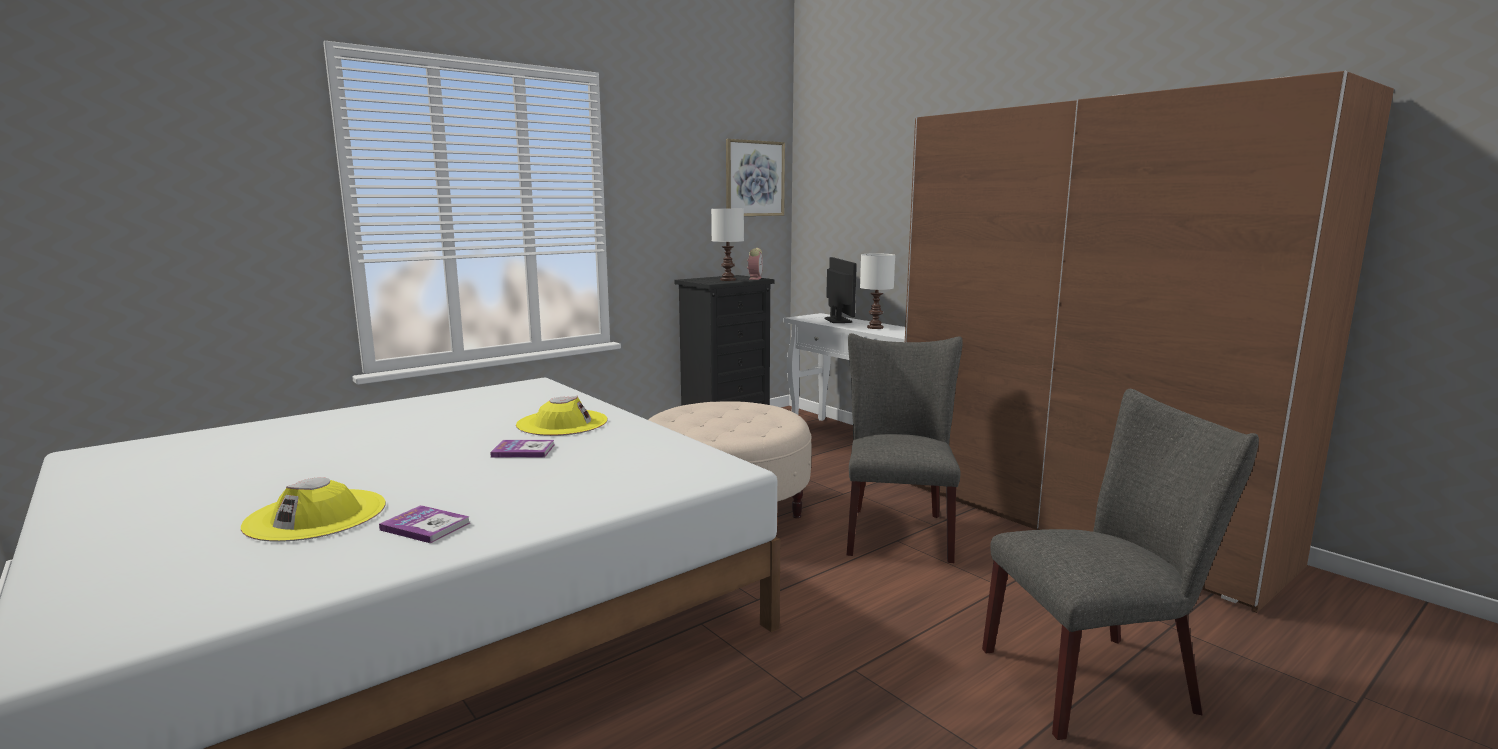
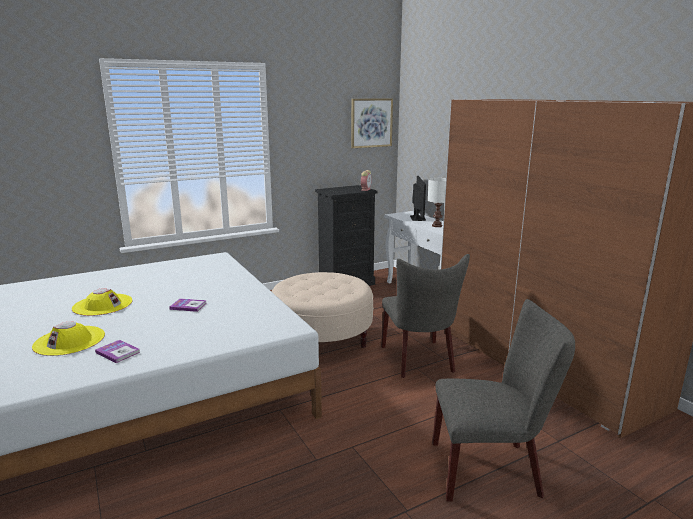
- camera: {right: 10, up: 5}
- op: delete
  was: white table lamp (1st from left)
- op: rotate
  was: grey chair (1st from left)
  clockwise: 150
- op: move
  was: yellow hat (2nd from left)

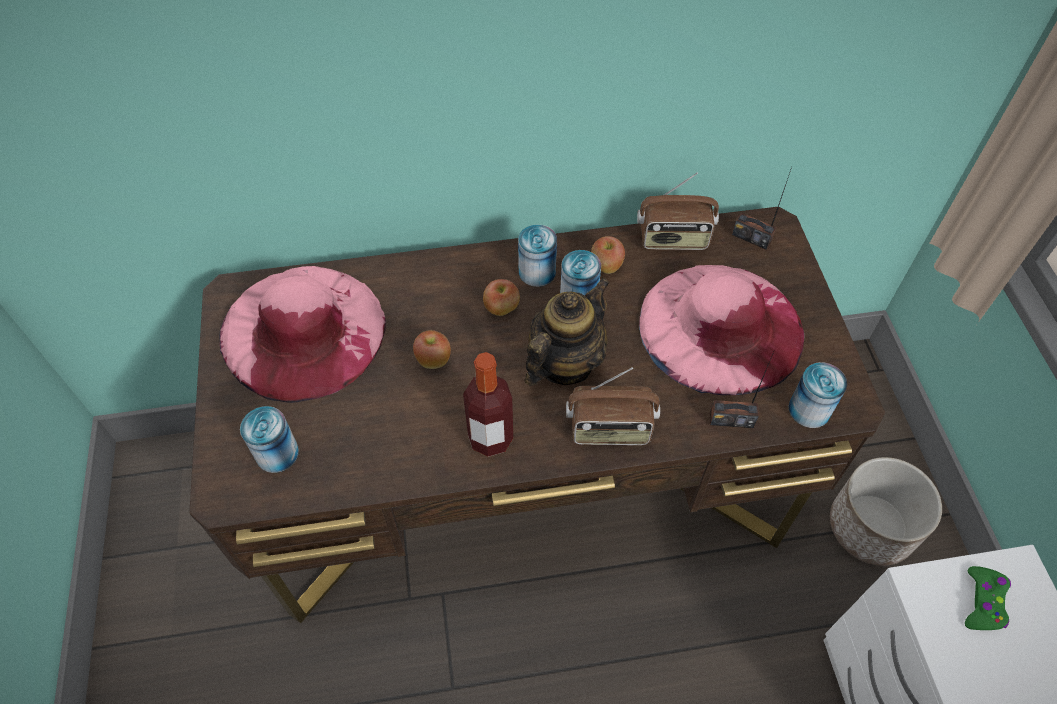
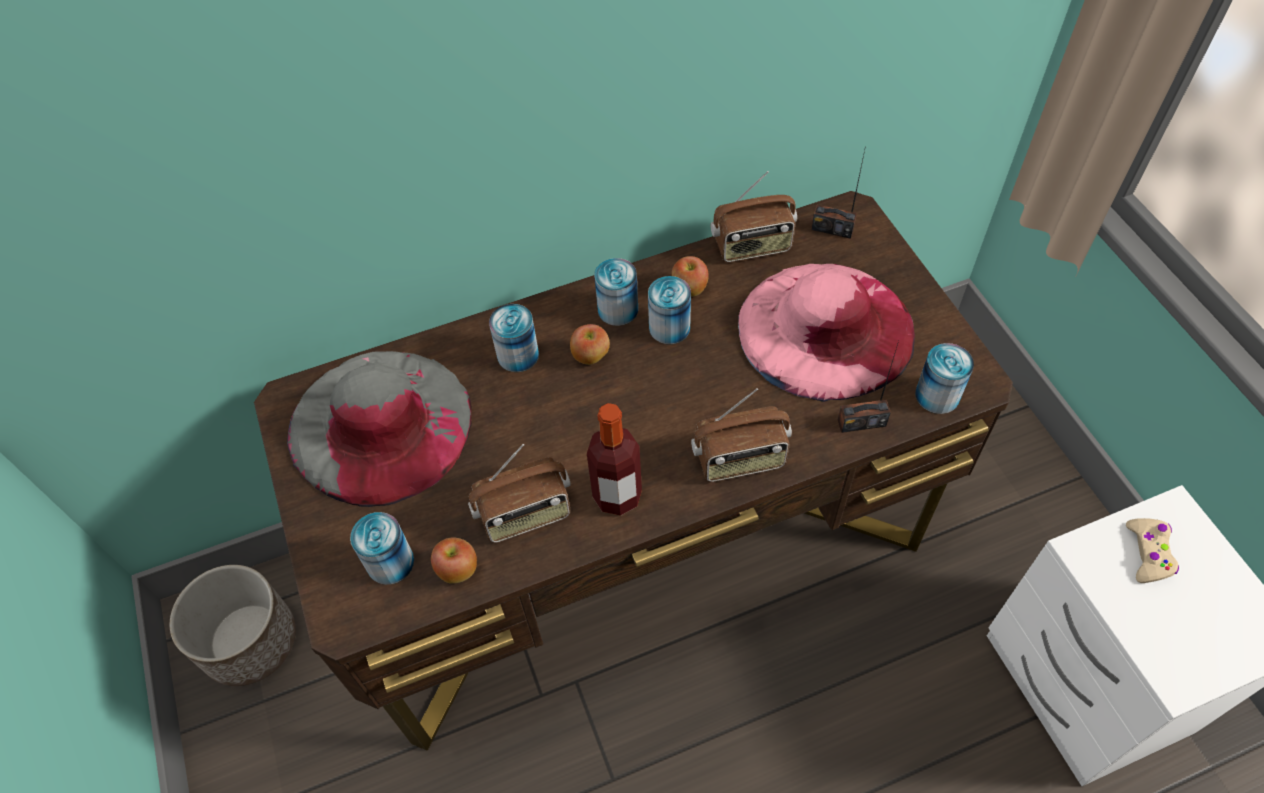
- camera: {right: -10, up: 0}
- op: recolor
  was: pink hat (1st from left)
  now: grey hat
- op: delete
  was: teapot
- op: move
  was: apple (1st from left)
- op: move
  was: planter
- op: recolor
  was: green game controller
  now: beige game controller
- op: insert
  now: can (2nd from left)
- op: insert
  now: radio (1st from left)

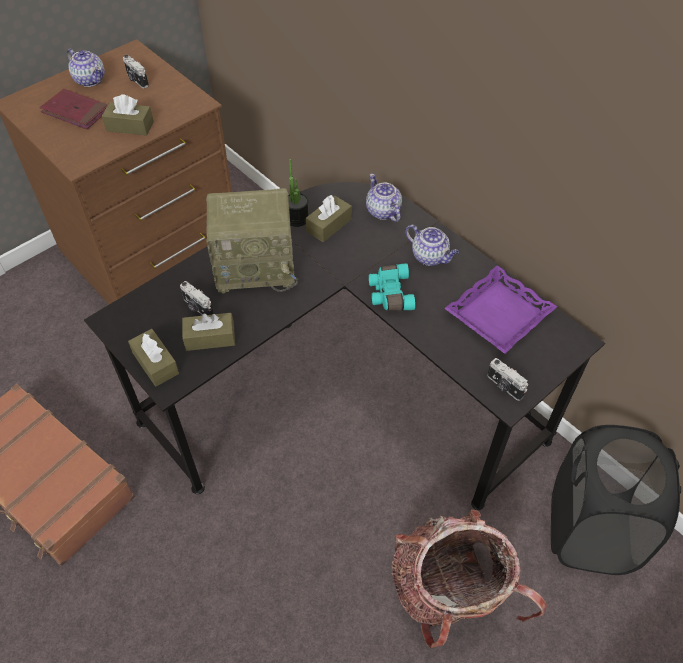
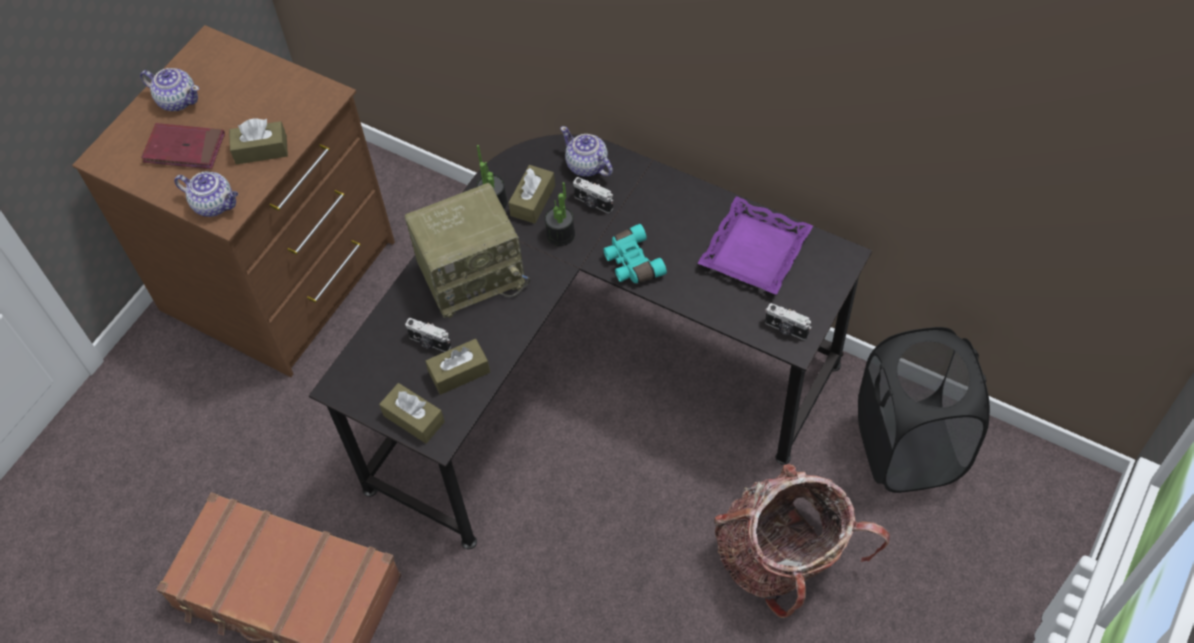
- camera: {right: -15, up: 5}
- op: move
  was: photo camera (1st from left in the first image)
  now: photo camera (2nd from left)
- op: move
  was: teapot (3rd from left in the first image)
  now: teapot (2nd from left)
- op: insert
  now: potted plant (2nd from left)

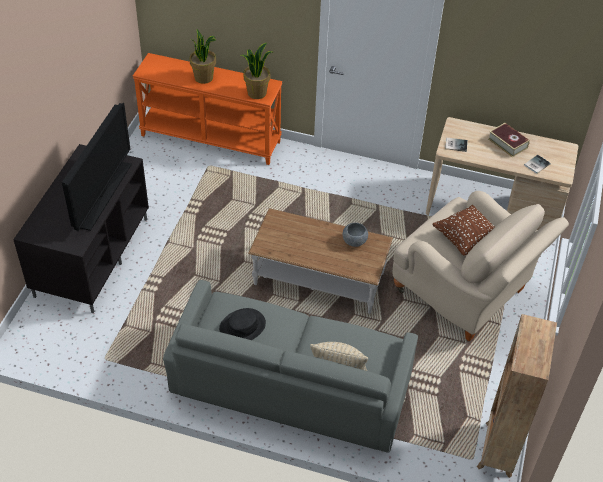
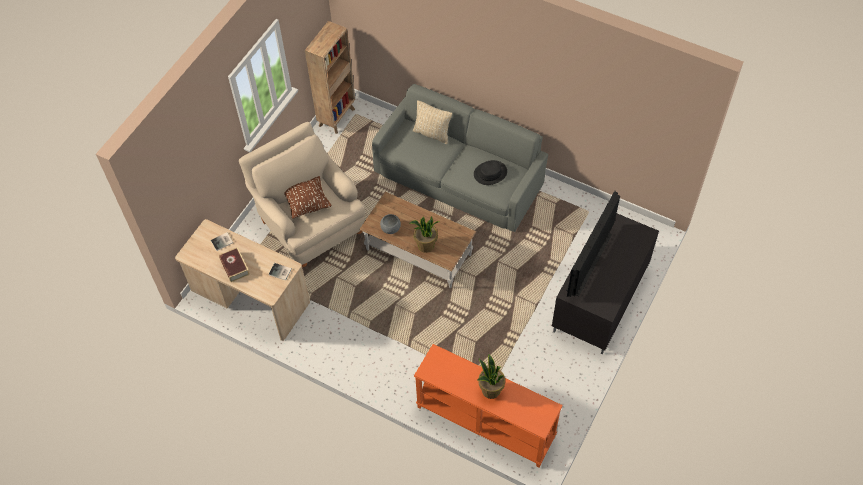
- camera: {right: -165, up: 10}
- op: move
  was: potted plant (2nd from left in the first image)
  now: potted plant (1st from left)

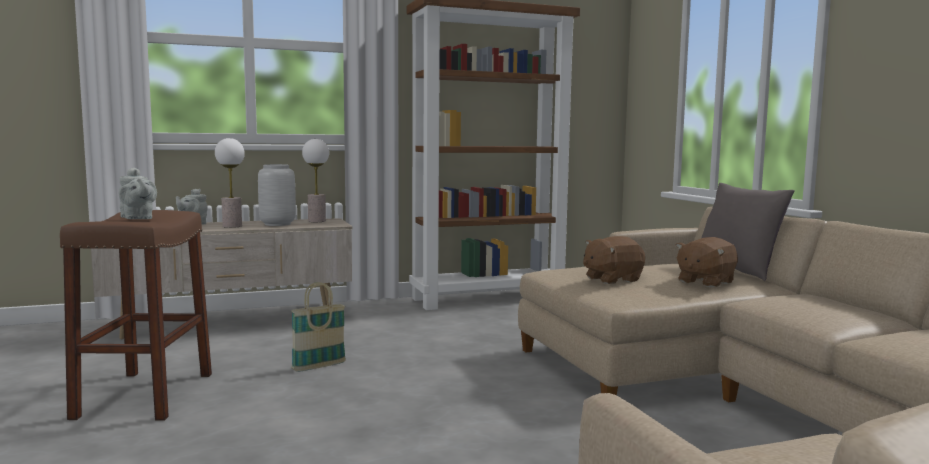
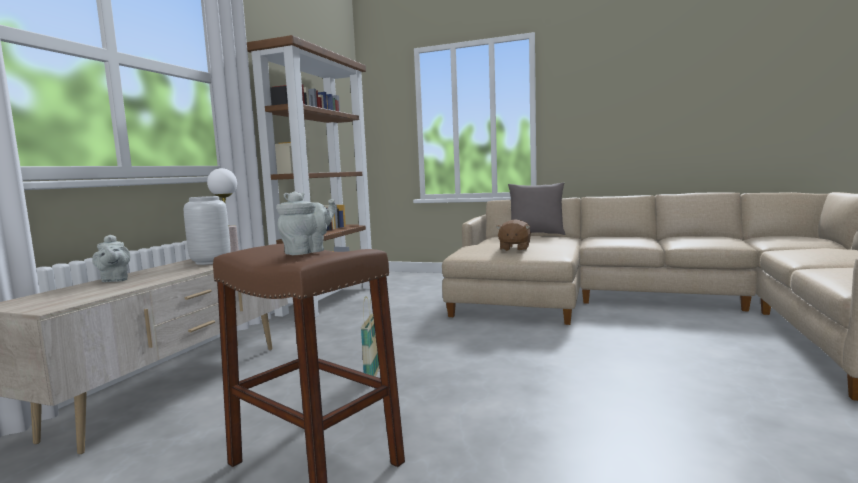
- camera: {right: -50, up: 0}
- op: delete
  was: table lamp (1st from left)
- op: rotate
  was: grey teapot (1st from left in the first image)
  clockwise: -45
- op: delete
  was: brown plush toy (2nd from left)

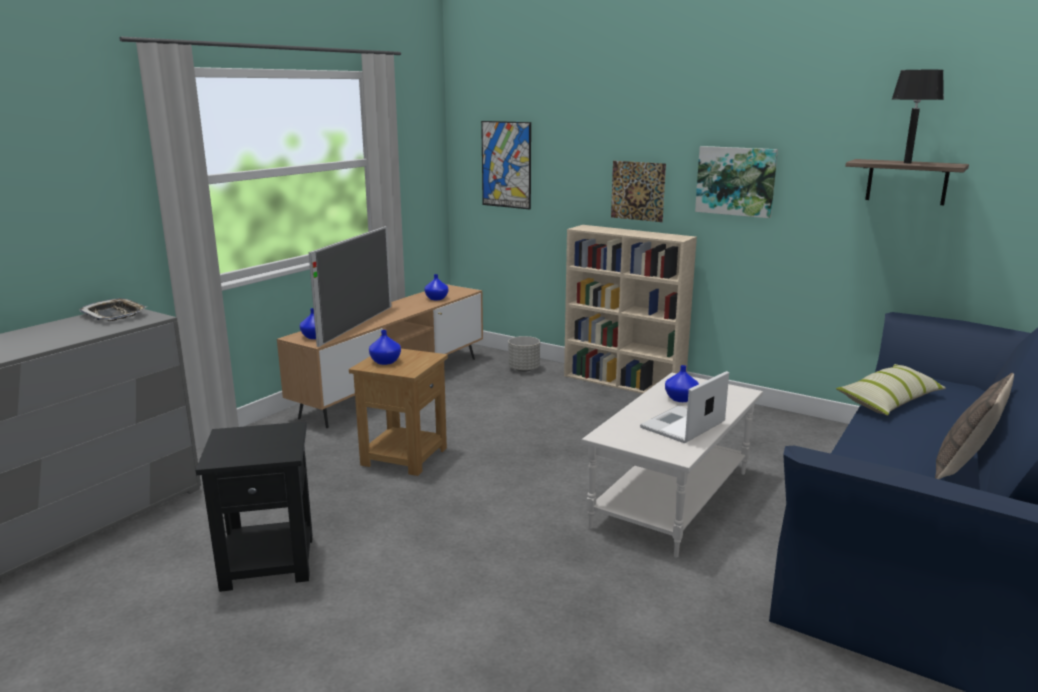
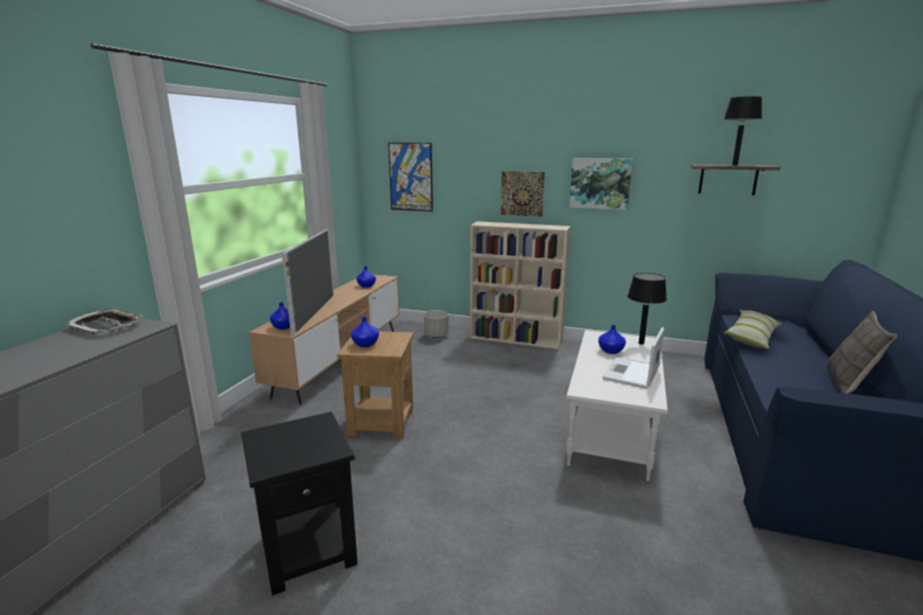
- camera: {right: -15, up: 0}
- op: insert
  now: black table lamp (1st from left)

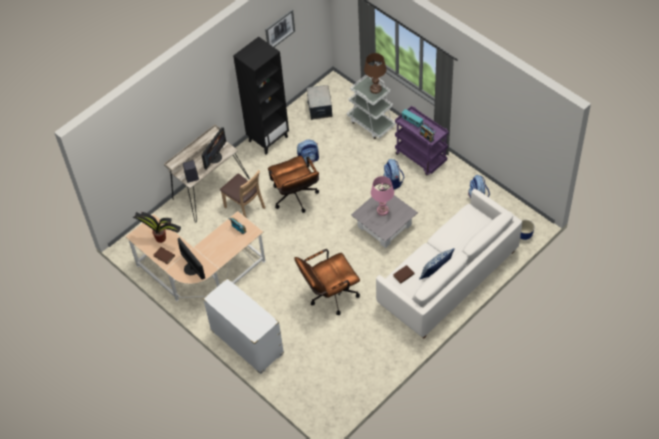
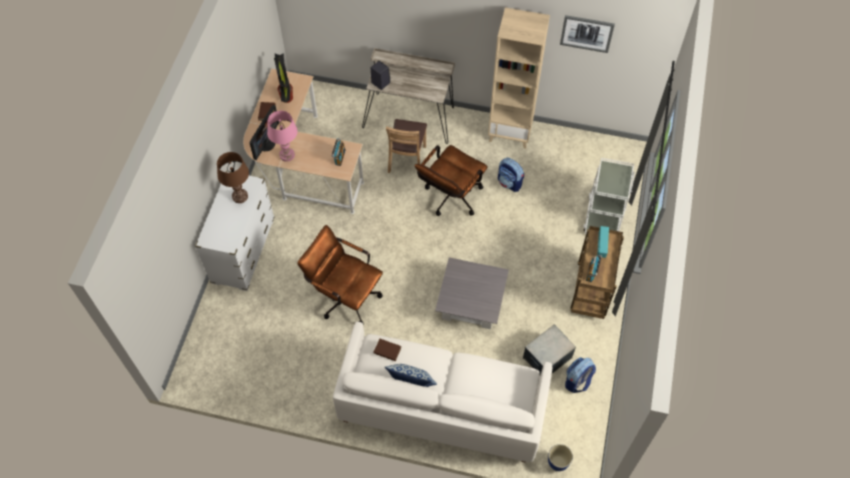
- camera: {right: 55, up: 5}
- op: recolor
  was: black bookcase
  now: beige bookcase
- op: move
  was: brown table lamp
- op: move
  was: storage box
- op: recolor
  was: purple cart
  now: brown cart
- op: delete
  was: monitor (2nd from left)
- op: delete
  was: backpack (2nd from left)
- op: move
  was: pink table lamp

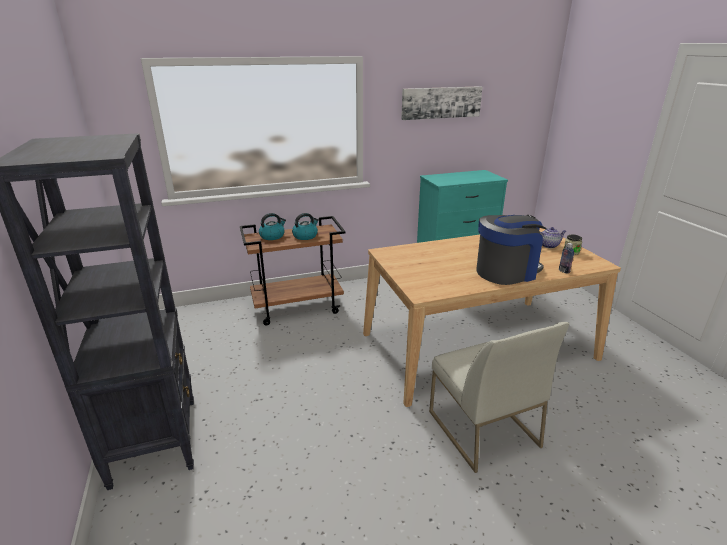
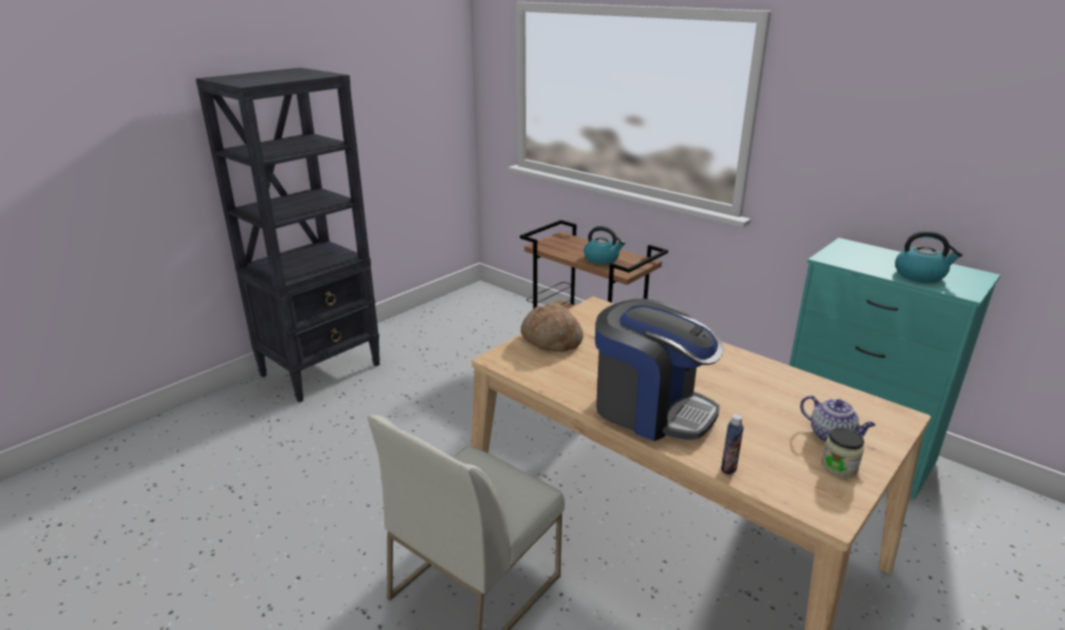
- camera: {right: 60, up: 0}
- op: delete
  was: picture
- op: move
  was: kettle (1st from left in the first image)
  now: kettle (2nd from left)
- op: insert
  now: bread

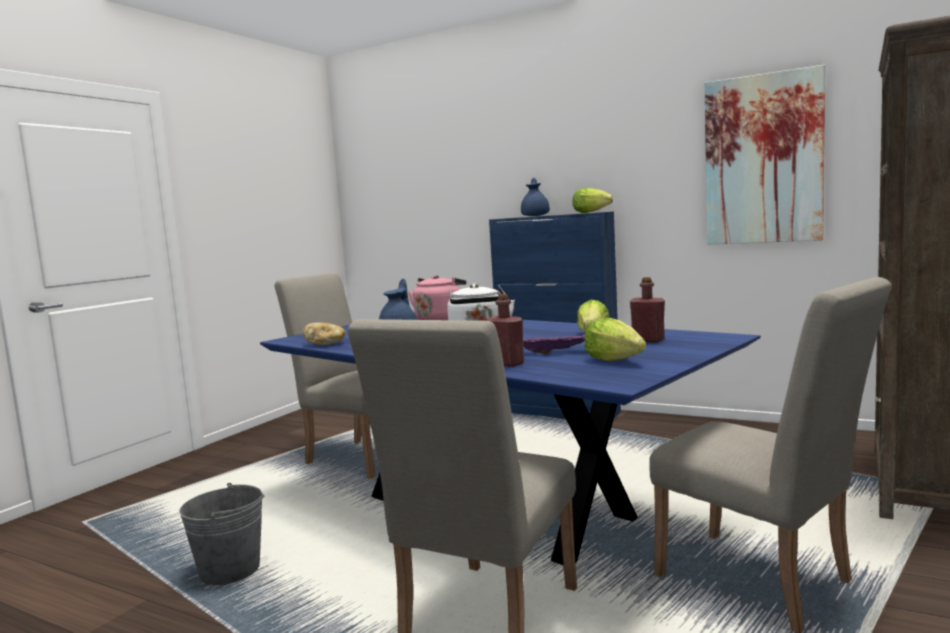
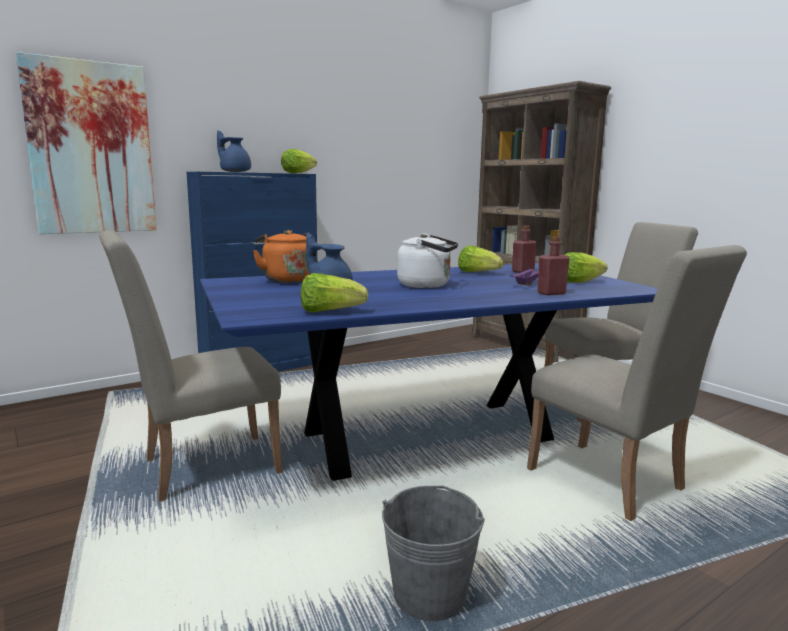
- camera: {right: -65, up: 5}
- op: move
  was: picture
- op: recolor
  was: pink kettle
  now: orange kettle
- op: replace
  was: bread
  now: lettuce (2nd from left)

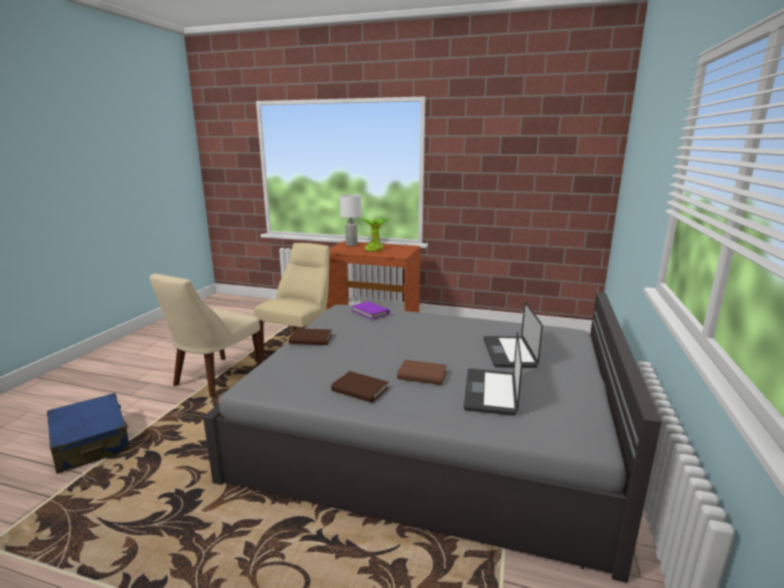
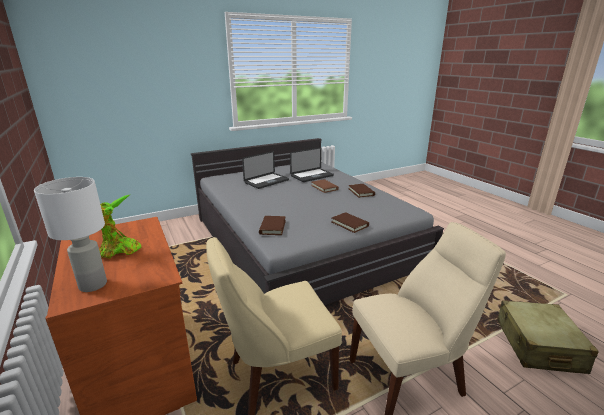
- camera: {right: -135, up: 5}
- op: recolor
  was: purple book
  now: brown book (1st from left)
- op: recolor
  was: blue suitcase
  now: beige suitcase

